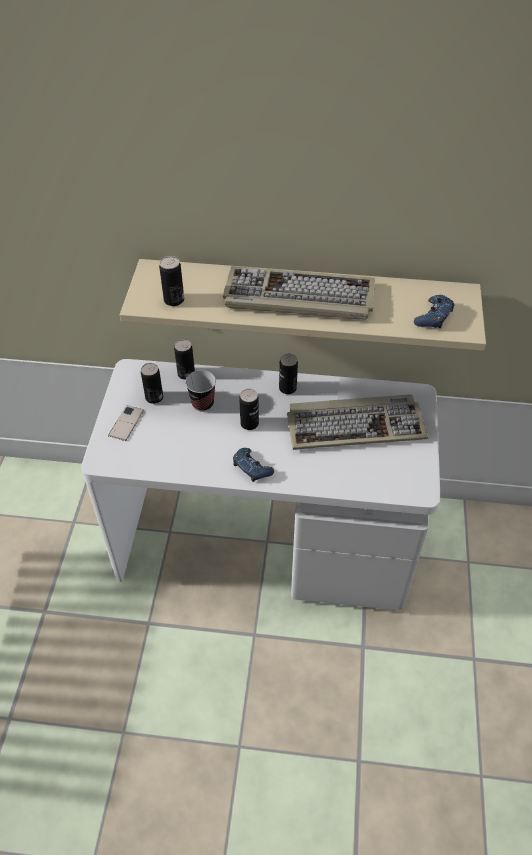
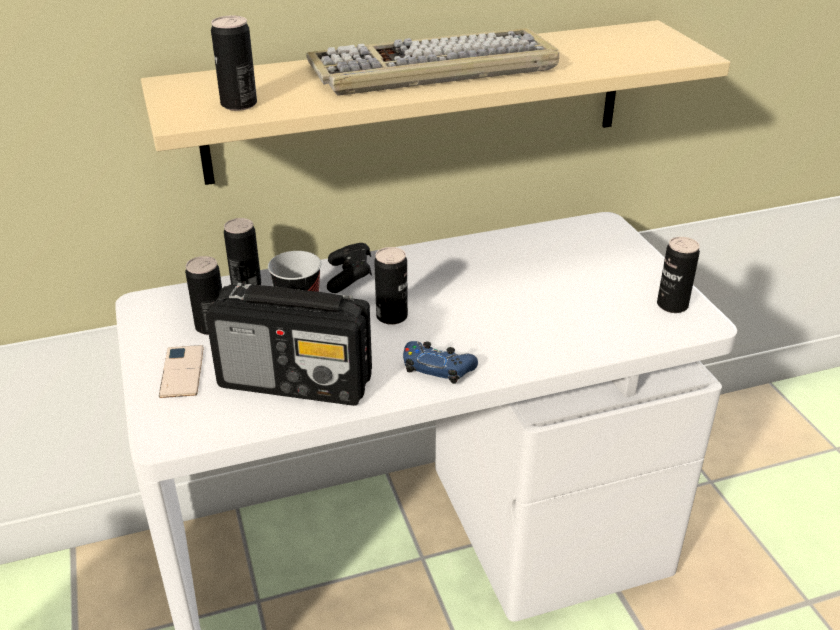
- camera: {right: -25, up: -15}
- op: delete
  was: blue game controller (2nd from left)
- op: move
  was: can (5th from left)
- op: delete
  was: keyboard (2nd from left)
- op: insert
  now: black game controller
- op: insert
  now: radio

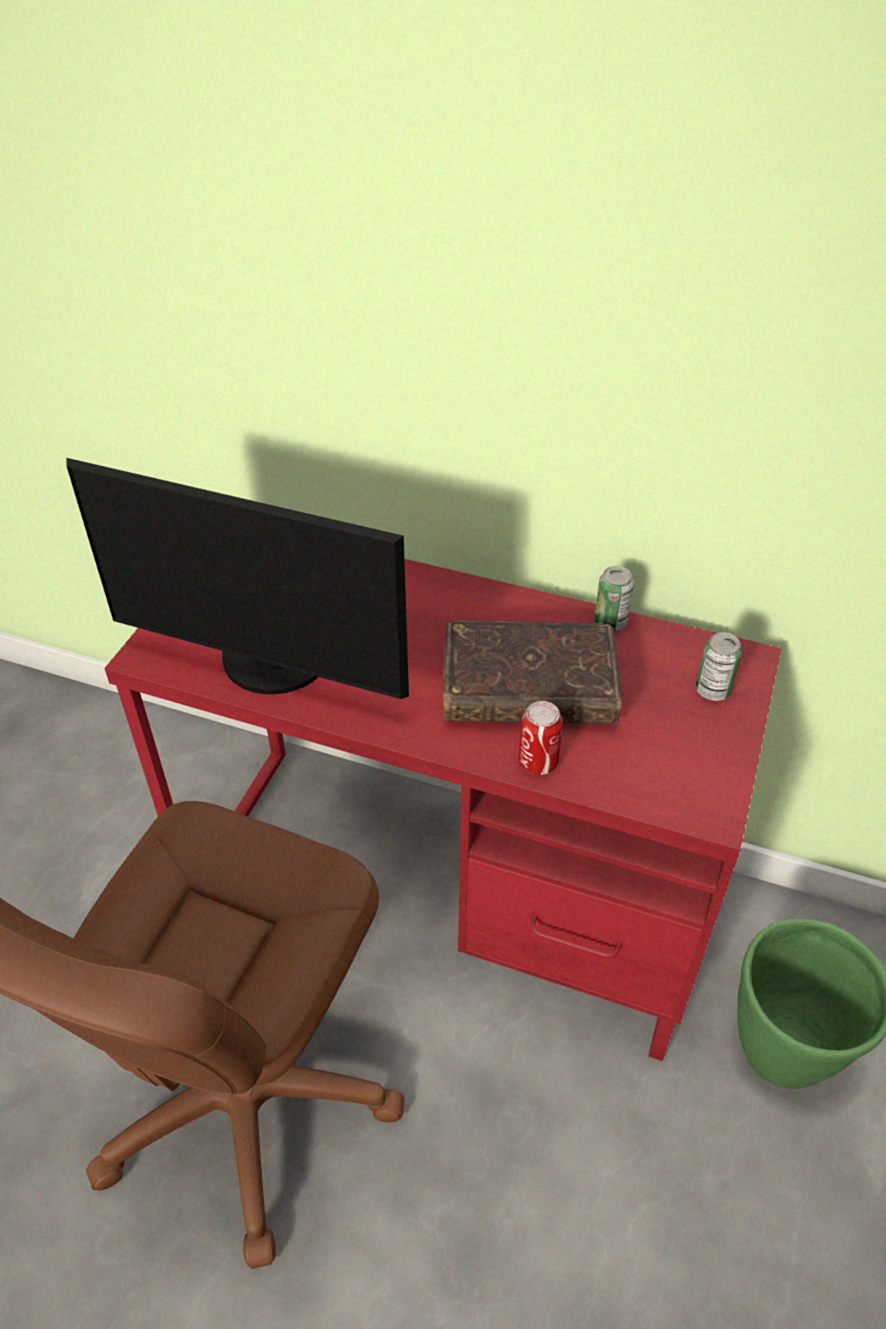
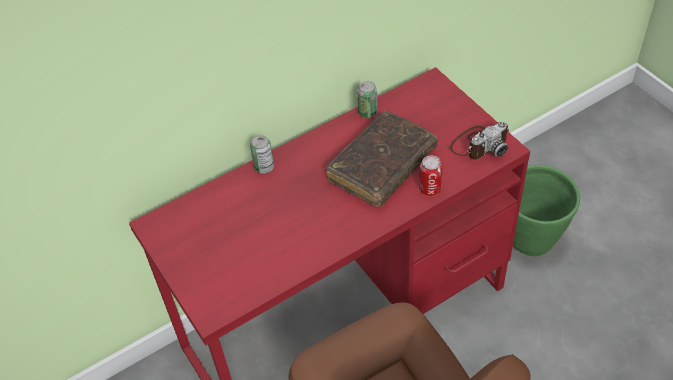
- camera: {right: -50, up: 5}
- op: delete
  was: monitor
- op: move
  was: can (3rd from left in the first image)
  now: can (1st from left)
- op: insert
  now: photo camera

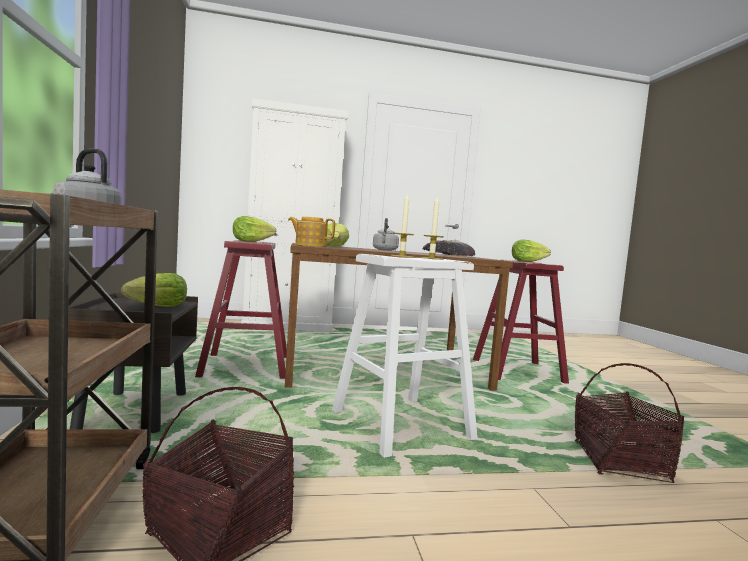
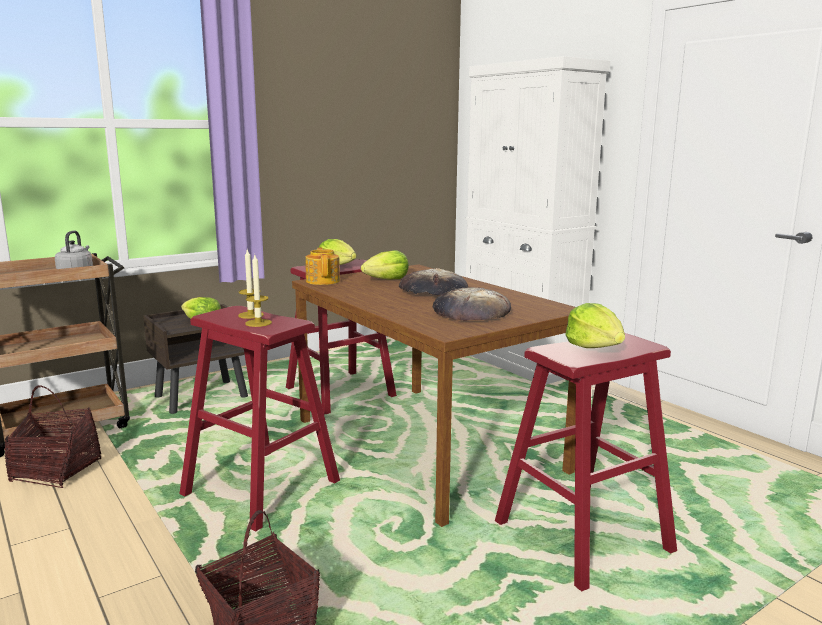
- camera: {right: 65, up: 10}
- op: replace
  was: grey kettle (2nd from left)
  now: bread (1st from left)
- op: recolor
  was: white stool
  now: red stool (1st from left)

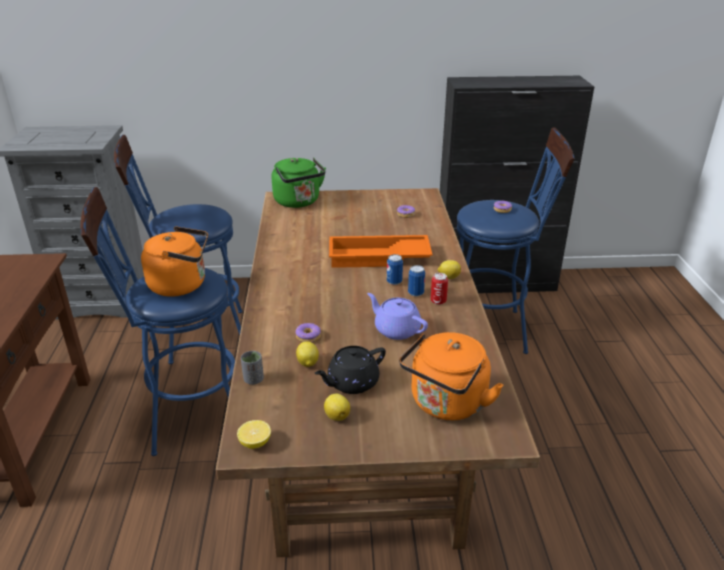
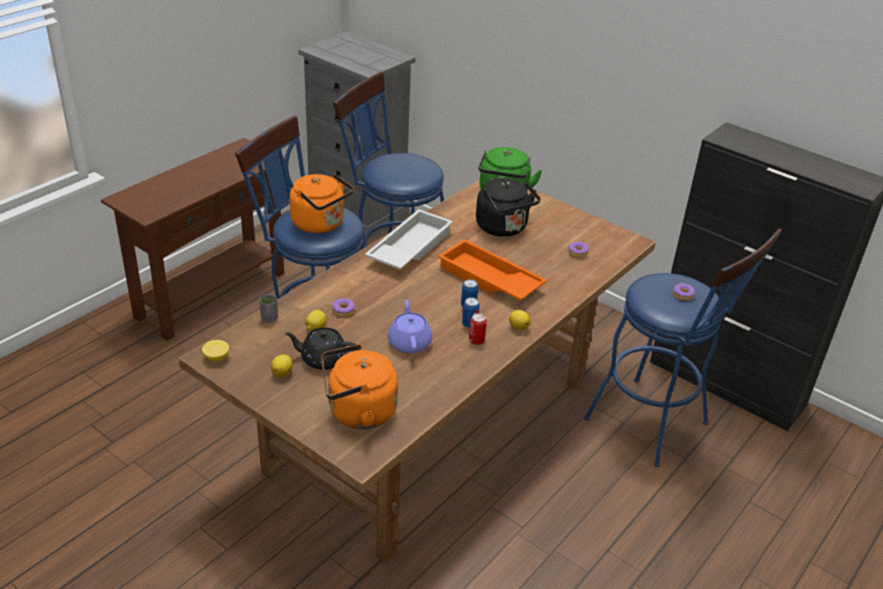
- camera: {right: 40, up: 5}
- op: insert
  now: black kettle
- op: insert
  now: white tray

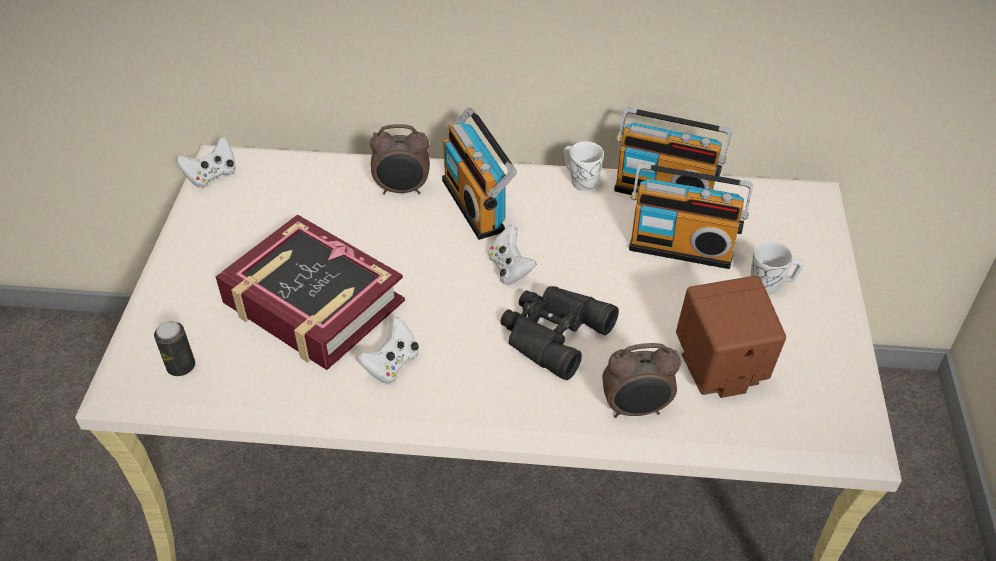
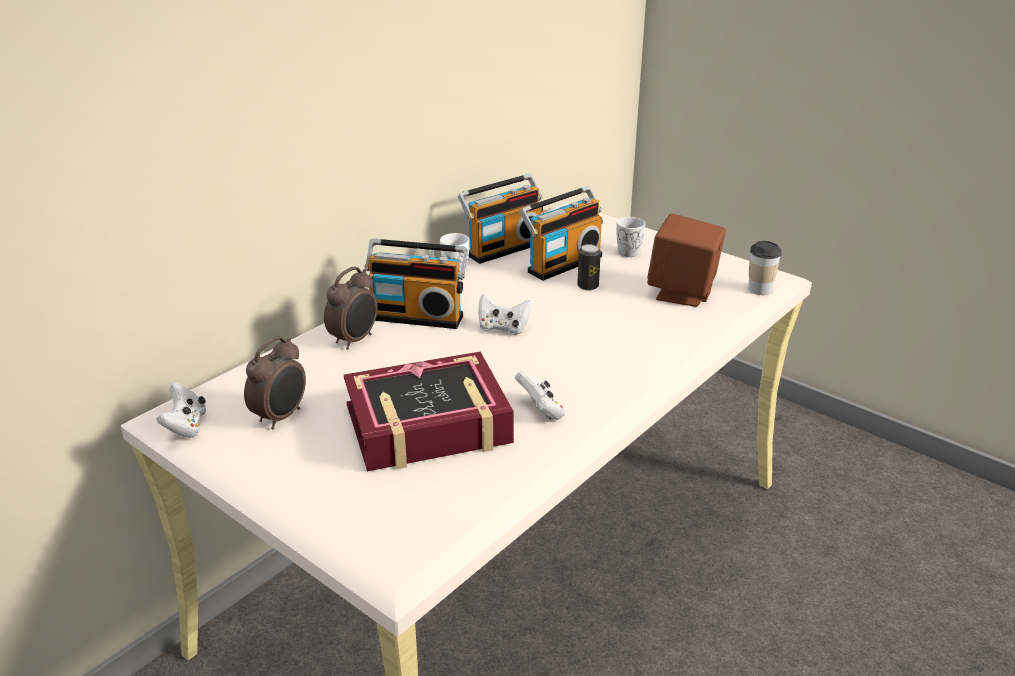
- camera: {right: -55, up: -15}
- op: delete
  was: black binoculars
- op: move
  was: can
- op: move
  was: alarm clock (2nd from left in the first image)
  now: alarm clock (1st from left)
- op: insert
  now: cup

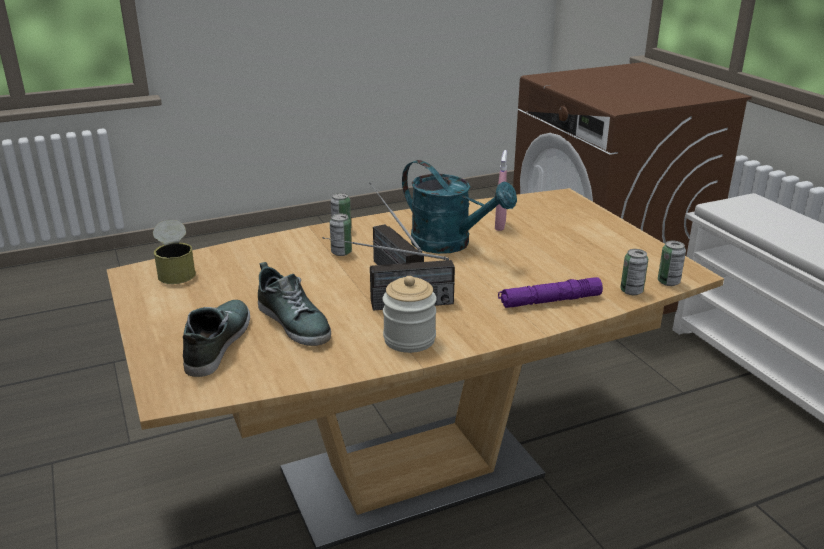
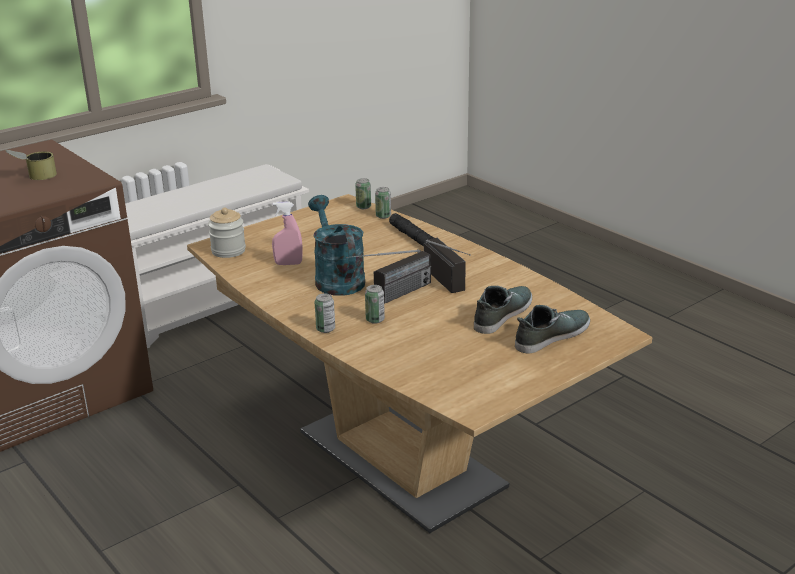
- camera: {right: -105, up: 0}
- op: rotate
  was: turquoise watering can
  clockwise: -45
- op: move
  was: can (1st from left)
- op: move
  was: jar
- op: recolor
  was: purple flashlight
  now: black flashlight
- op: rotate
  was: shoe (1st from left in the first image)
  clockwise: 150

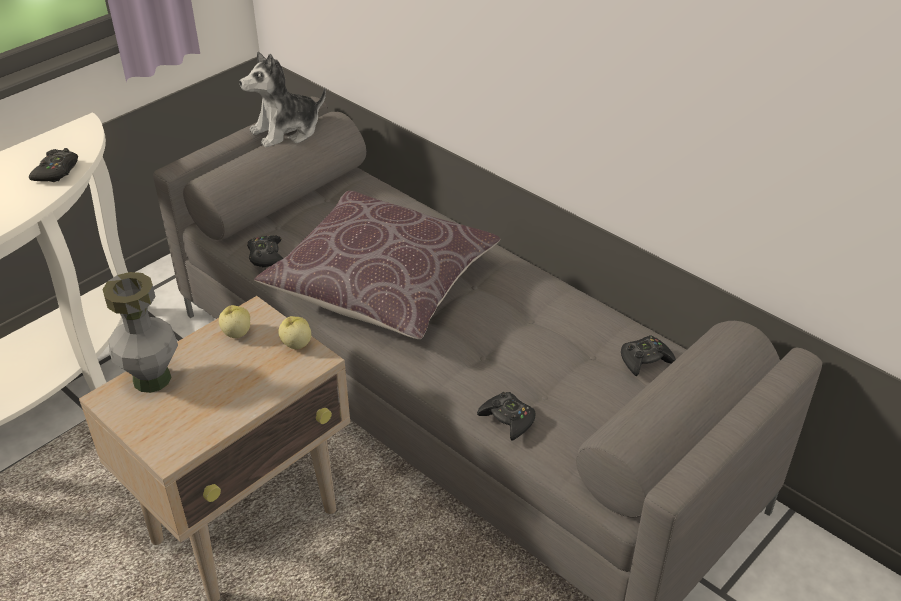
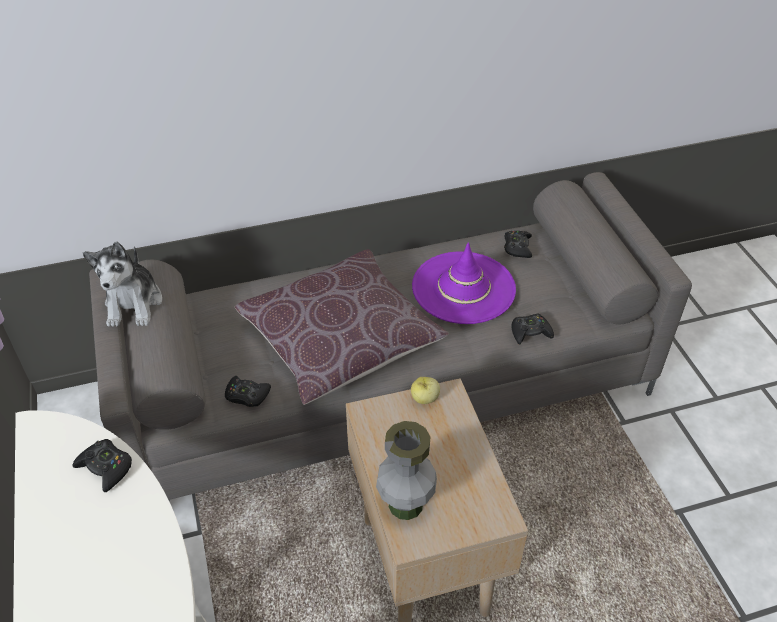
- camera: {right: -60, up: 5}
- op: delete
  was: apple (1st from left)
- op: insert
  now: purple hat

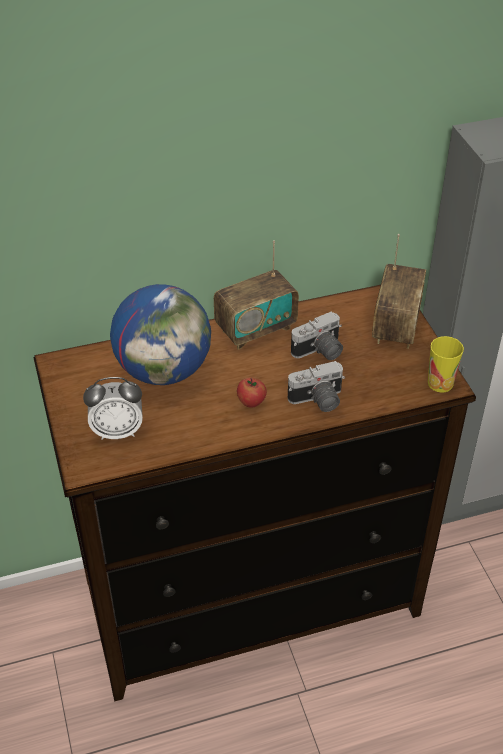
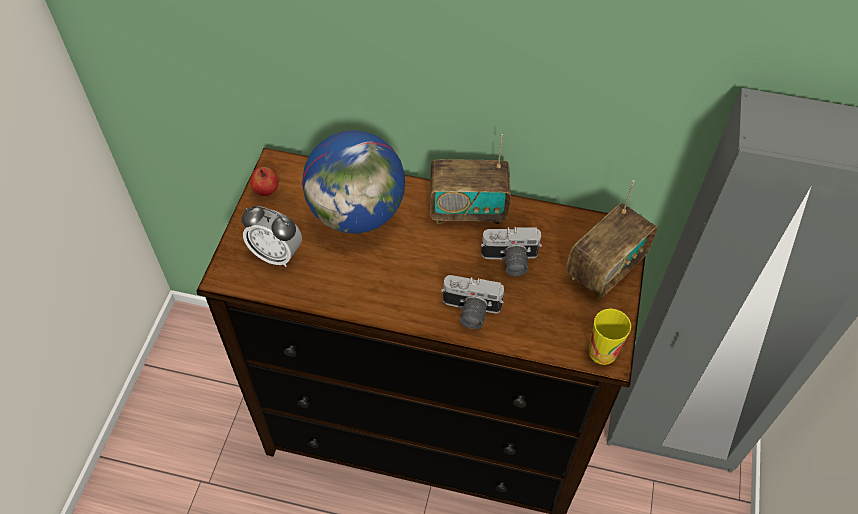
- camera: {right: 30, up: 10}
- op: move
  was: apple

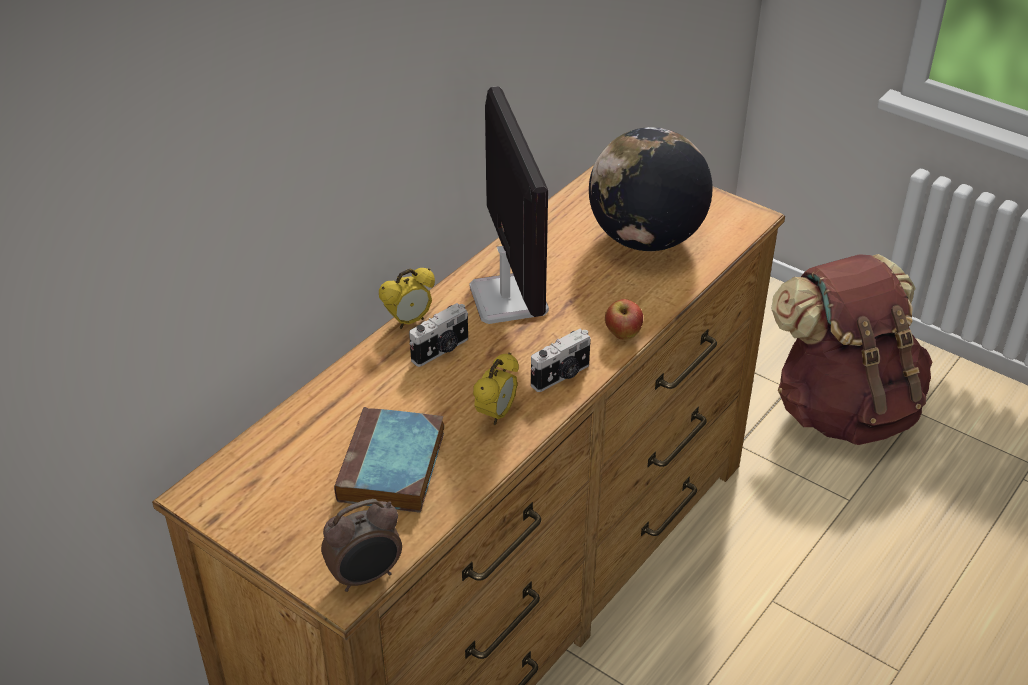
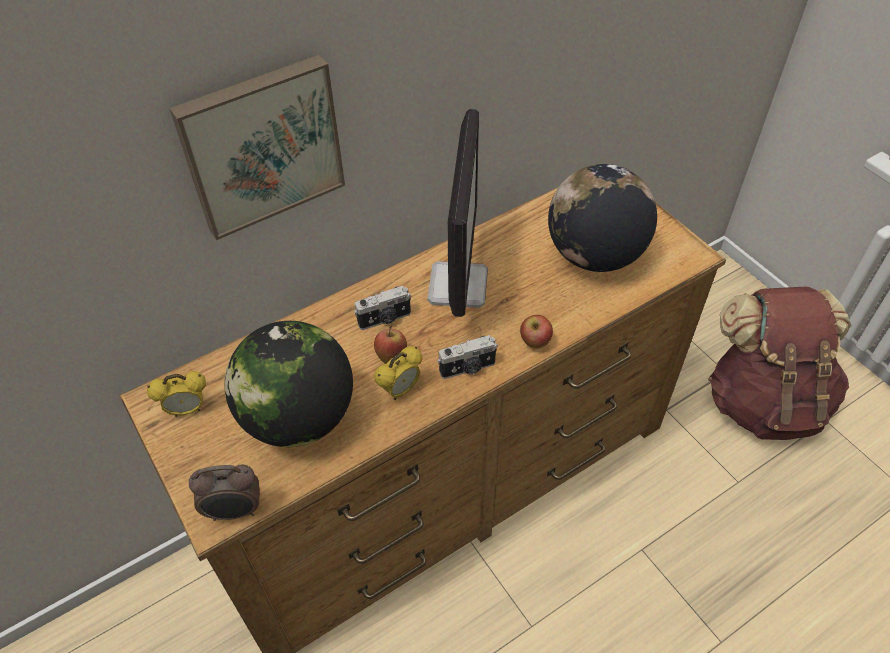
- camera: {right: 20, up: 10}
- op: move
  was: alarm clock (2nd from left in the first image)
  now: alarm clock (1st from left)
- op: replace
  was: book
  now: globe (1st from left)
- op: insert
  now: picture
- op: insert
  now: apple (1st from left)

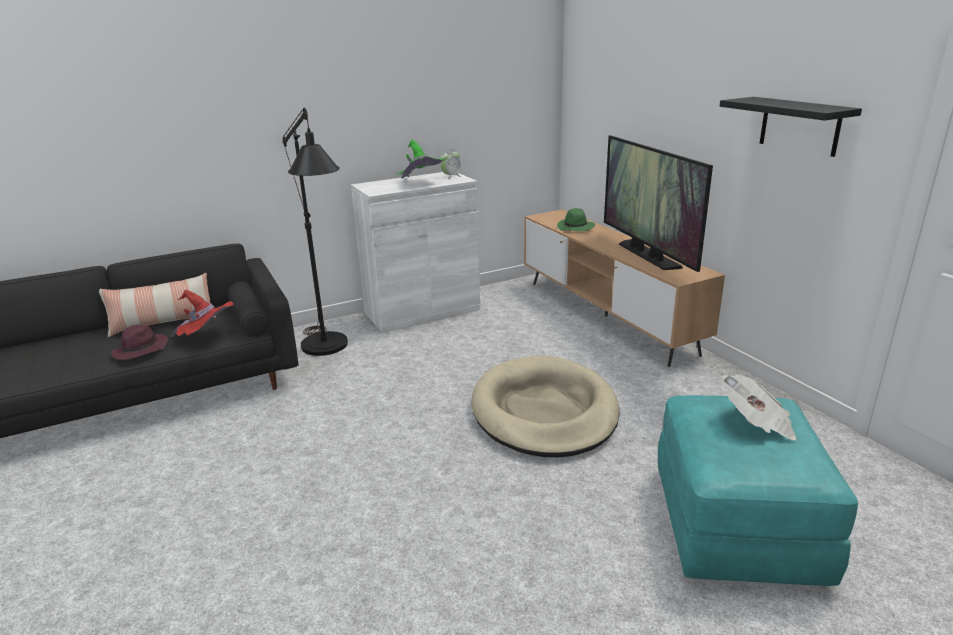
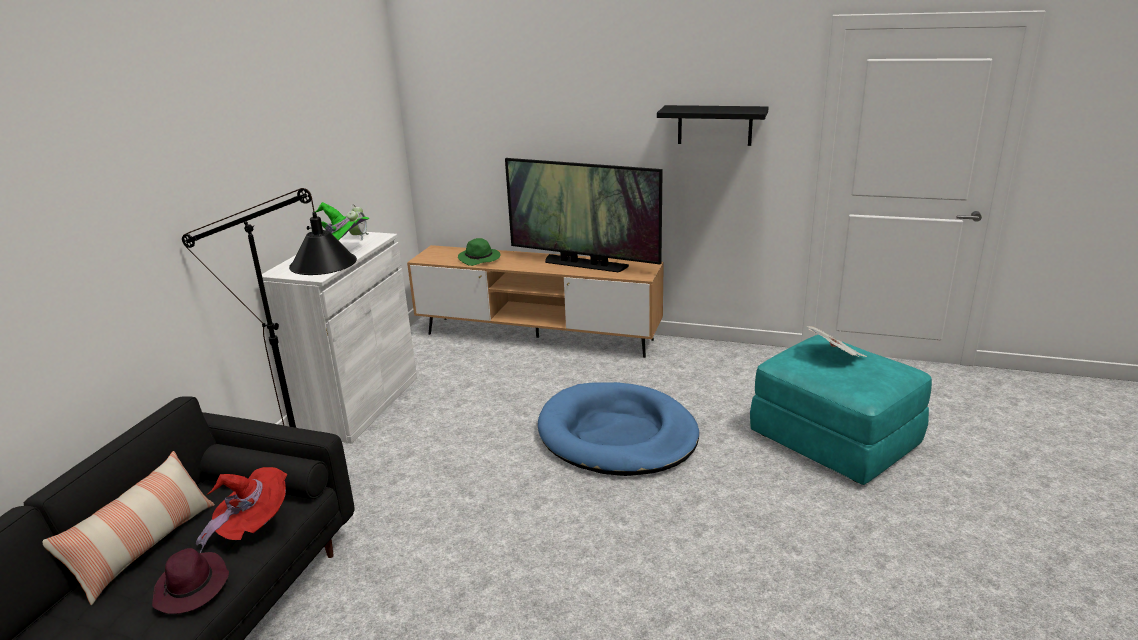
- camera: {right: -45, up: 0}
- op: recolor
  was: beige dog bed
  now: blue dog bed

